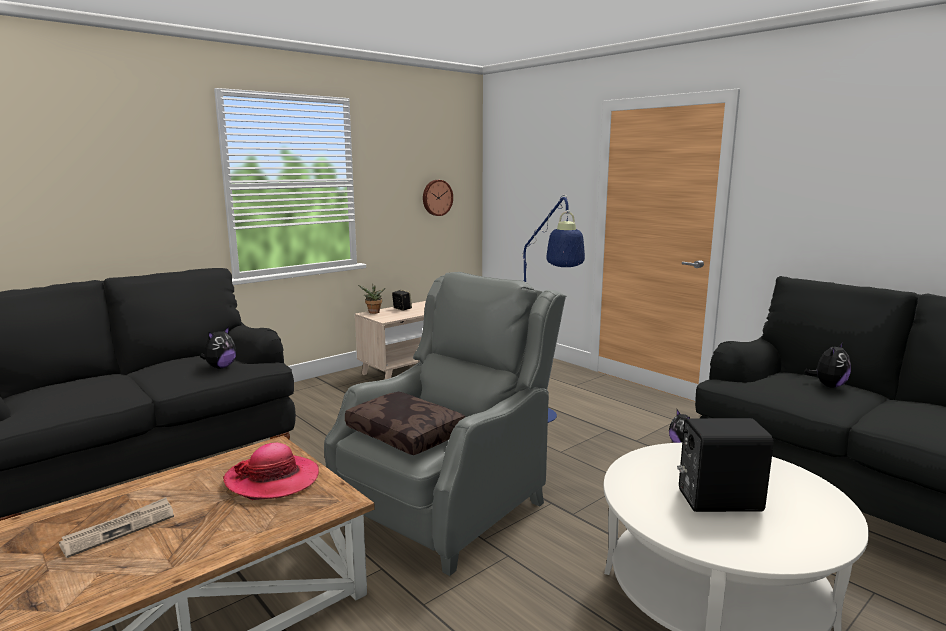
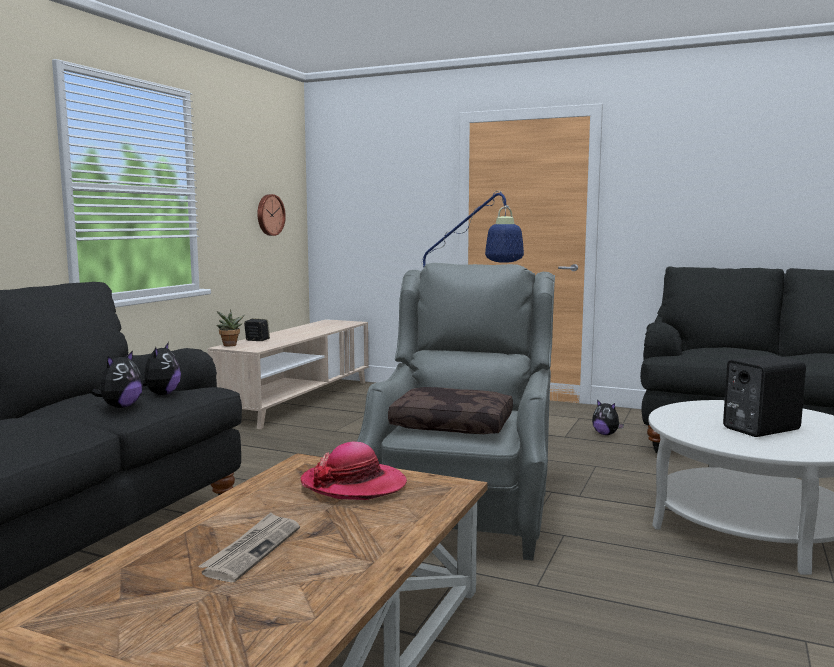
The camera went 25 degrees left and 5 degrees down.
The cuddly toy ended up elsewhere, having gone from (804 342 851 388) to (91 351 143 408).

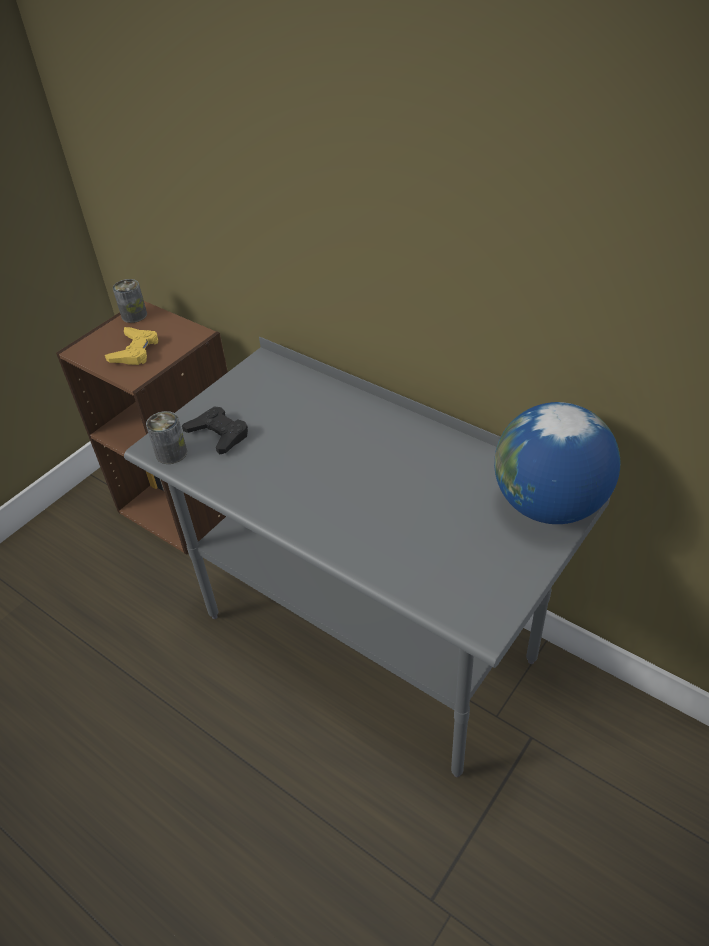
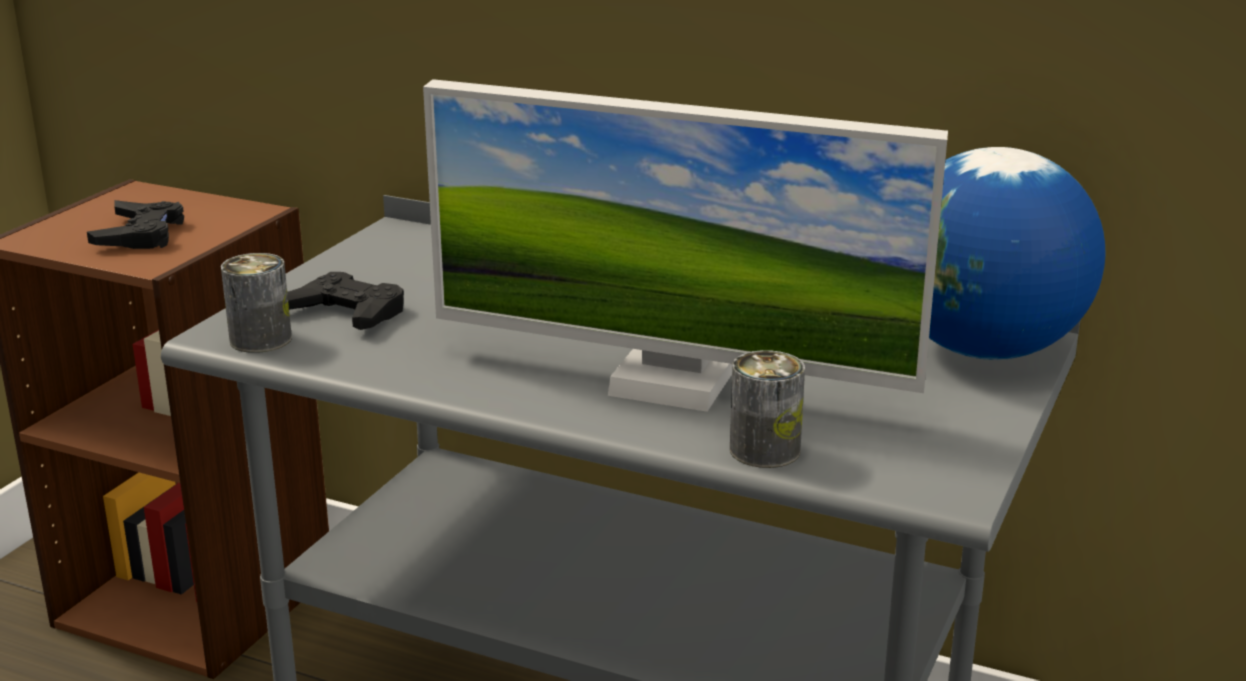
The camera went 15 degrees left and 20 degrees down.
The can ended up elsewhere, having gone from (113 279 147 323) to (730 350 805 468).
What was the joypad (yellow) at (105 327 158 365) turned into the joypad (black) at (87 200 184 249).
The second view gained the monitor at (423 79 948 412).

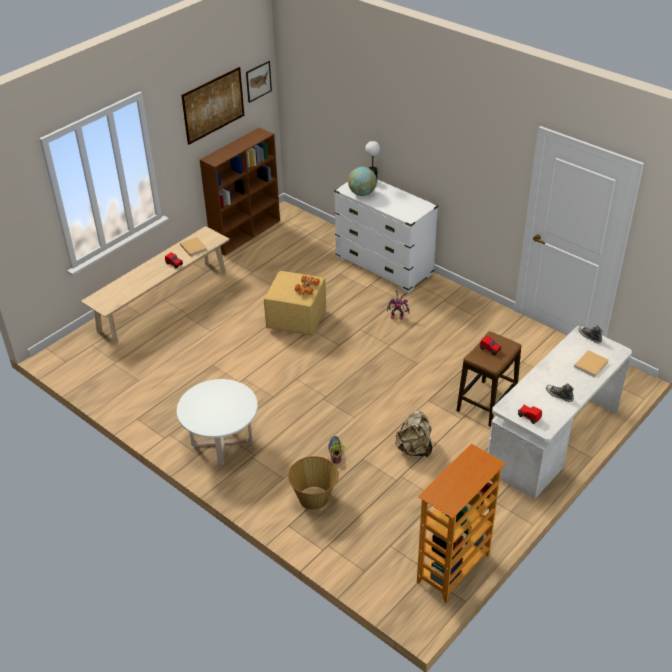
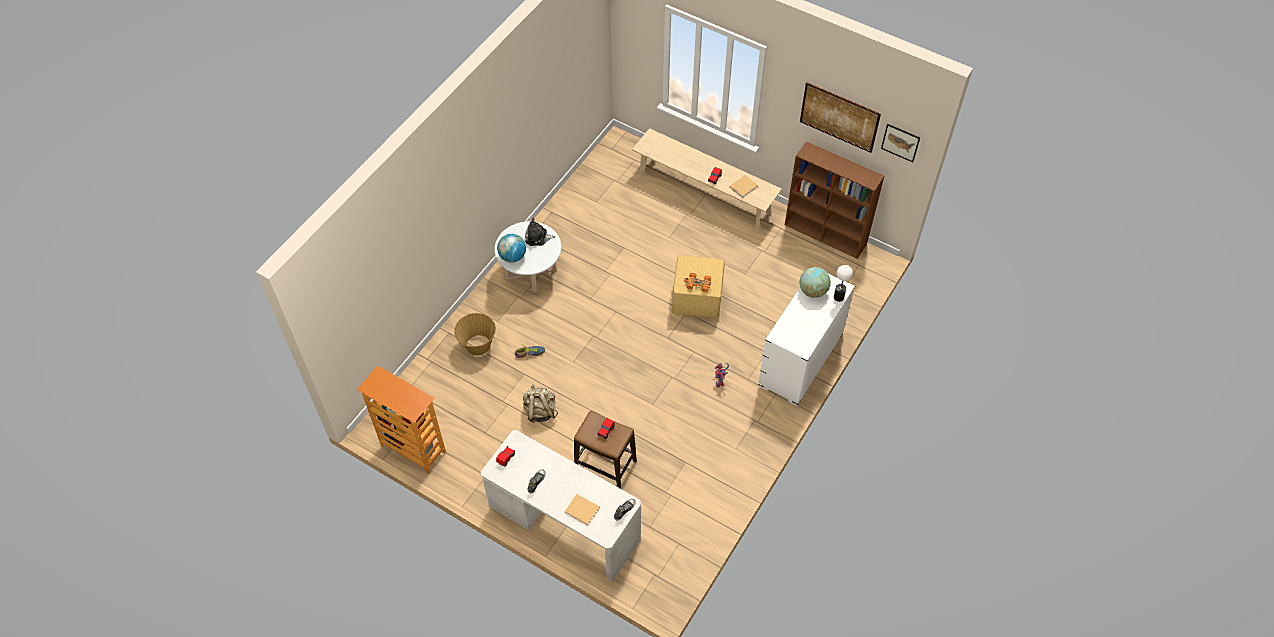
The camera went 80 degrees right and 15 degrees up.
The second view gained the cuddly toy at (525 218 555 246).
The second view gained the world globe at (497 234 526 263).

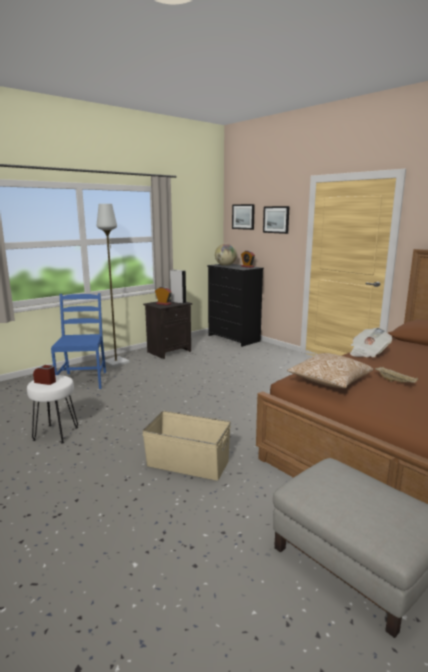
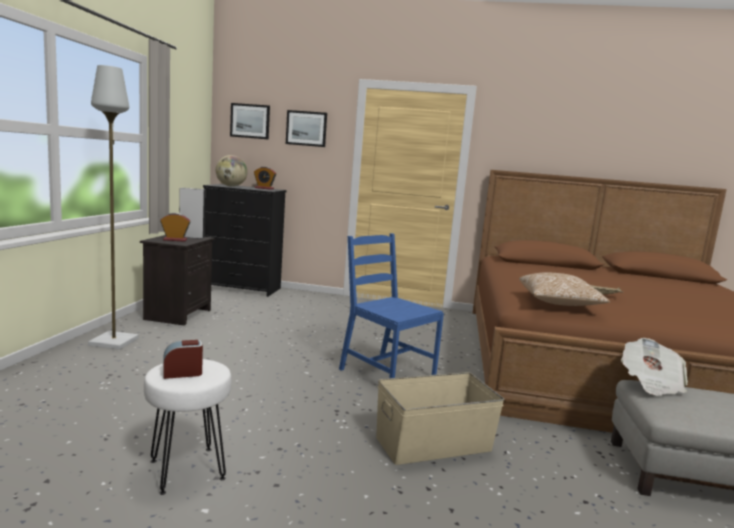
The camera went 40 degrees left and 5 degrees down.
The chair (bluish) ended up elsewhere, having gone from (51 293 106 389) to (339 233 444 378).
The printed paper ended up elsewhere, having gone from (350 328 392 358) to (621 338 688 396).

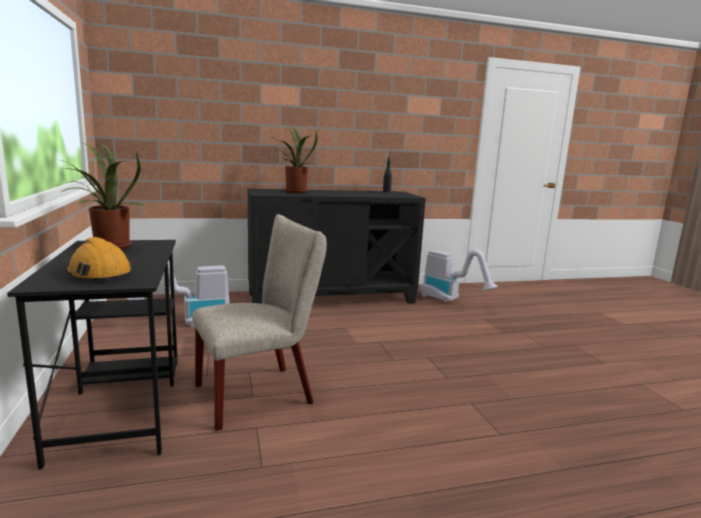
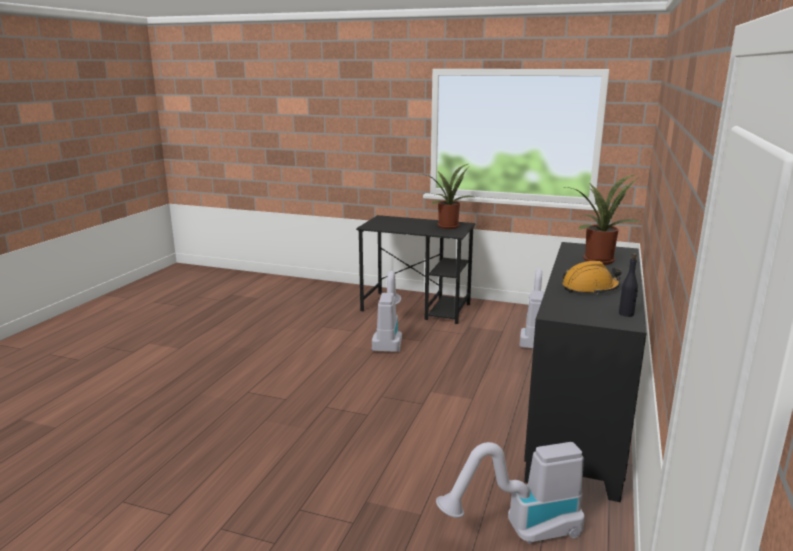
The camera went 125 degrees right and 5 degrees up.
Where the chair (beige-coloured) stood at (192 214 327 431), the vacuum cleaner came to stand at (372 270 402 352).
The safety helmet (orange-coloured) ended up elsewhere, having gone from (65 237 132 283) to (562 261 622 295).

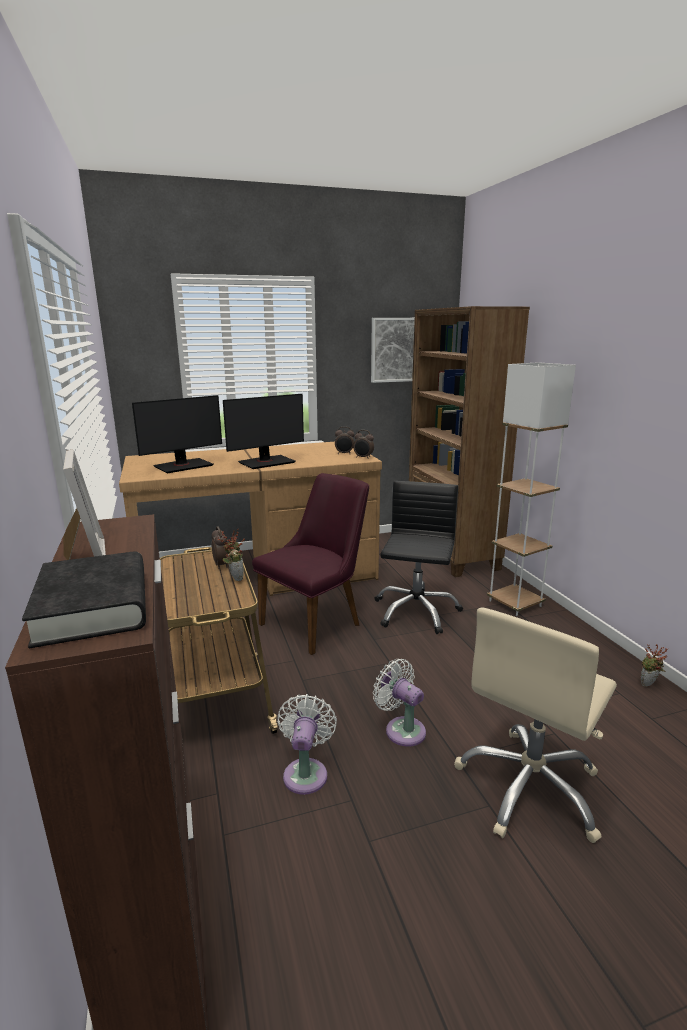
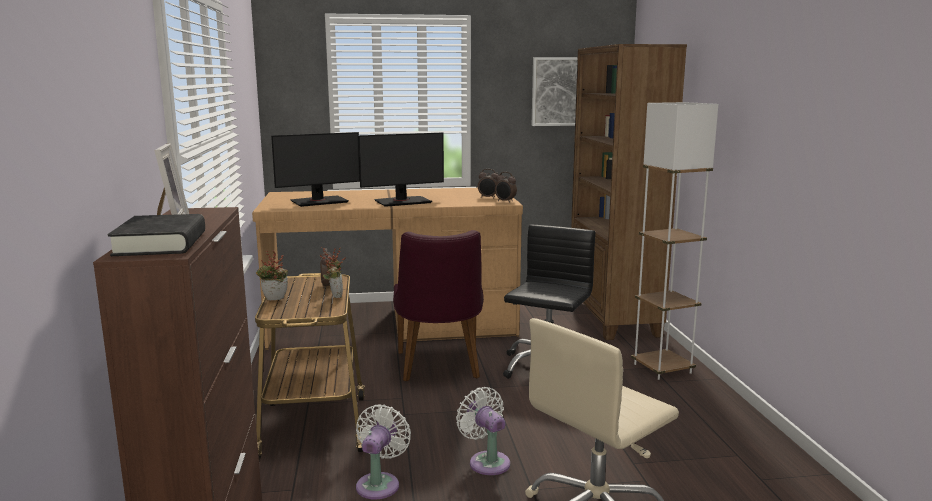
The camera went 10 degrees right and 5 degrees down.
The chair (purplish) at (252 473 369 655) ended up facing another way, 120 degrees clockwise from before.
The houseplant ended up elsewhere, having gone from (641 644 668 686) to (256 250 288 300).

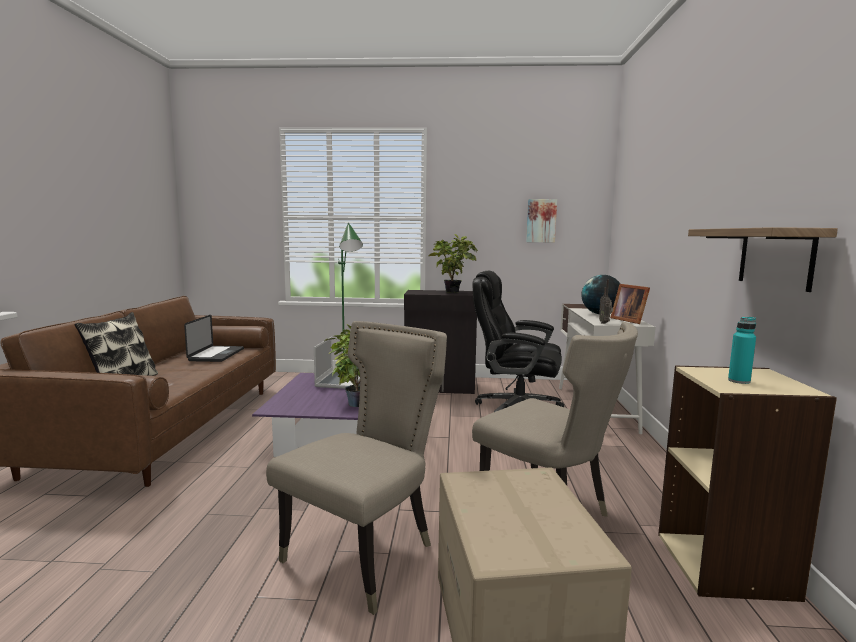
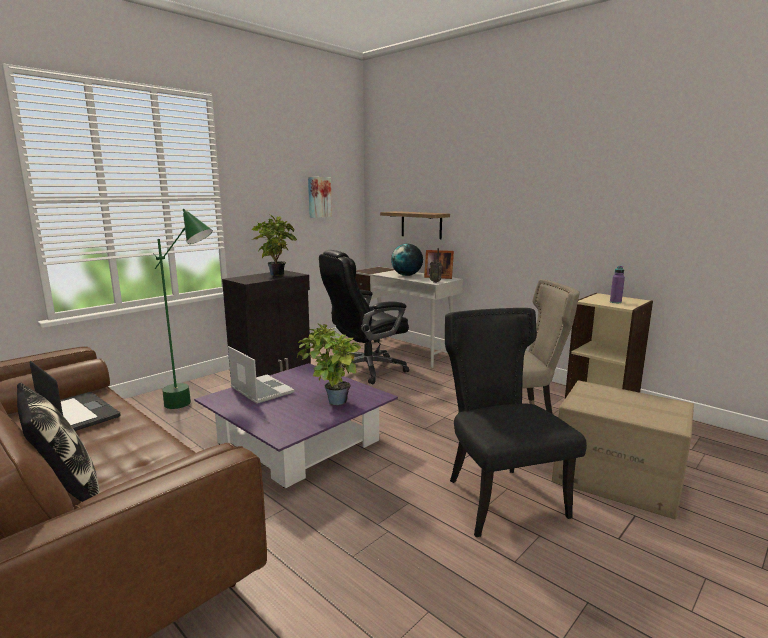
The camera went 50 degrees left and 5 degrees up.
The bracket shelf ended up elsewhere, having gone from (688 227 838 292) to (380 211 450 239).
What was the drink bottle (turquoise-coloured) at (728 317 756 384) turned into the drink bottle (purplish) at (610 266 625 303).
What was the chair (beige-coloured) at (266 321 447 615) turned into the chair (black) at (445 308 587 537).

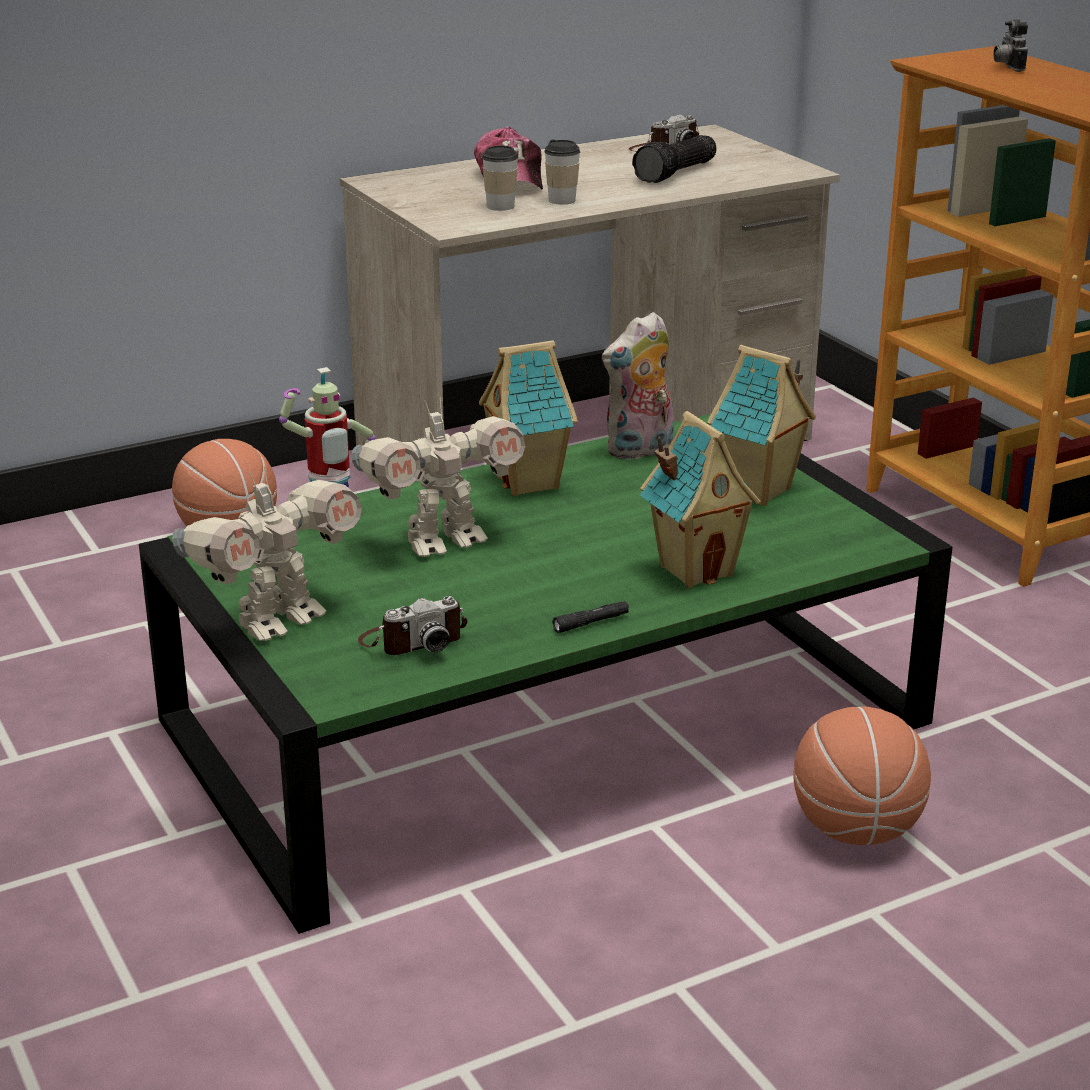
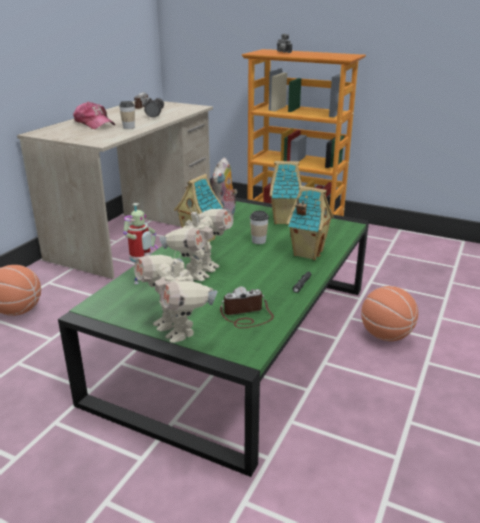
The camera went 35 degrees left and 0 degrees up.
The small cup ended up elsewhere, having gone from (482 146 518 211) to (250 211 269 244).
The robot figure at (172 466 362 641) ended up facing another way, 135 degrees clockwise from before.
The still camera at (358 596 467 655) ended up facing another way, 135 degrees counterclockwise from before.

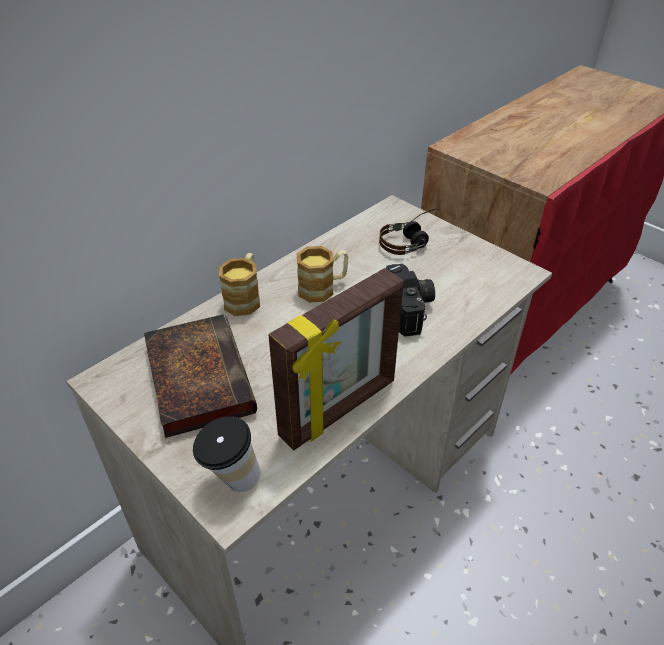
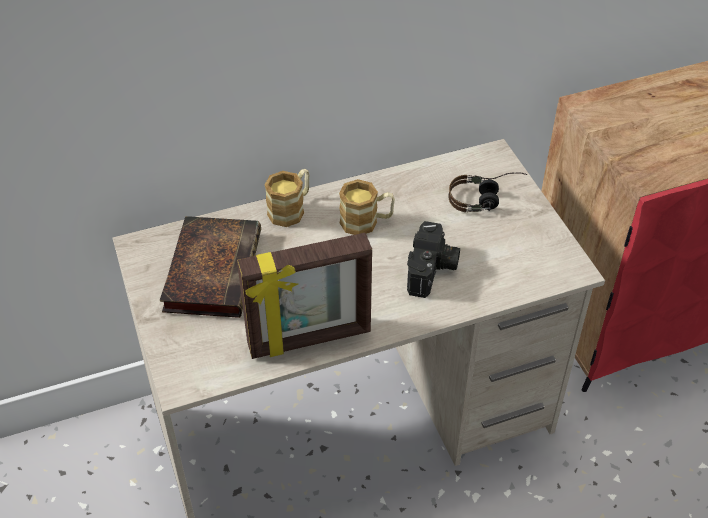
The camera went 25 degrees right and 5 degrees up.
The second view lost the small cup at (193 417 260 492).

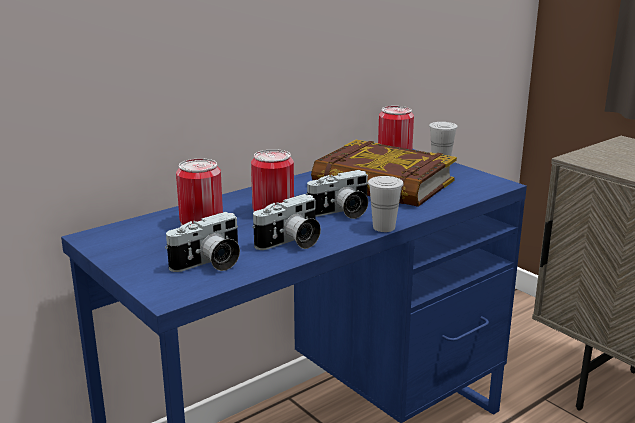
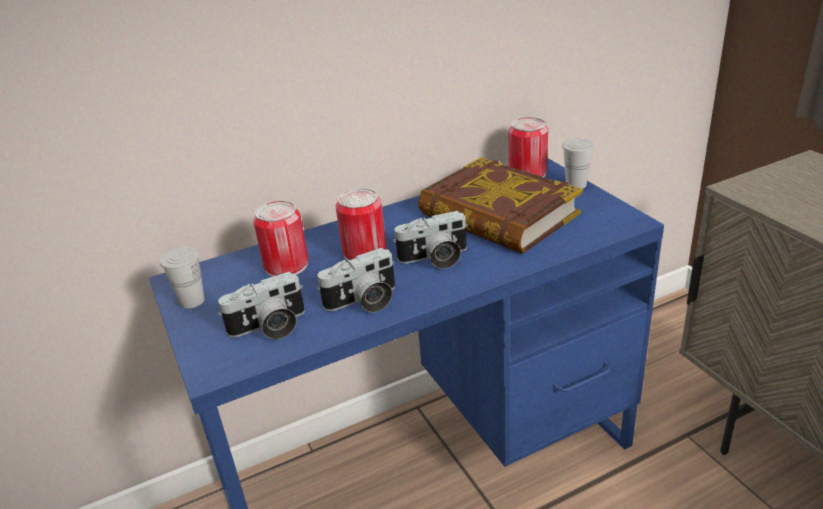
The camera went 15 degrees right and 10 degrees up.
The small cup (whitish) ended up elsewhere, having gone from (368 176 404 232) to (159 247 205 309).

